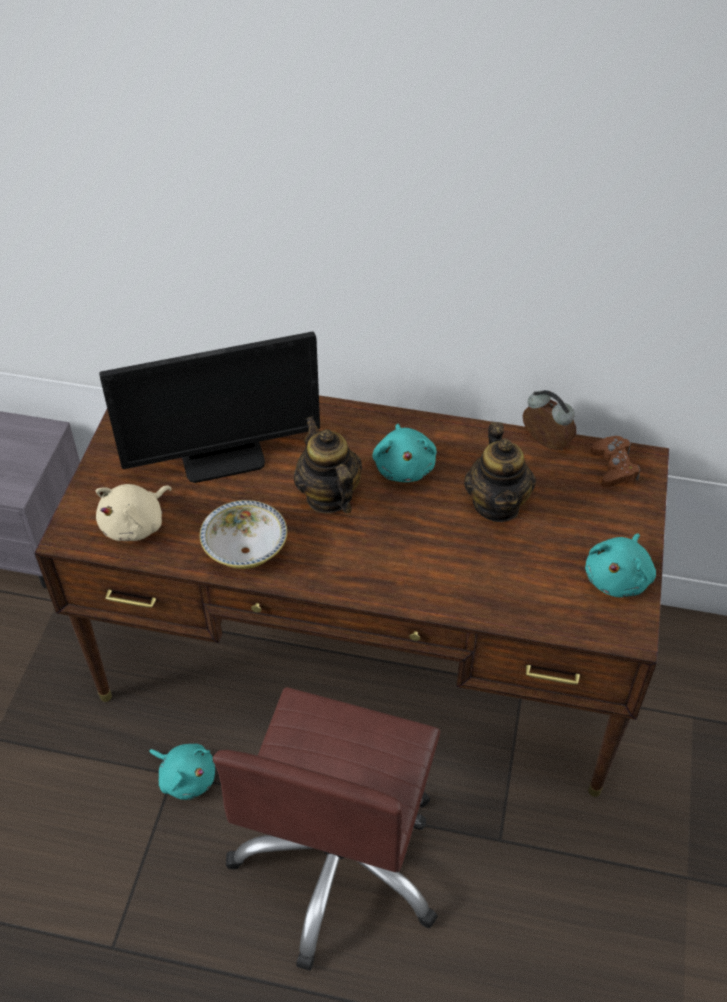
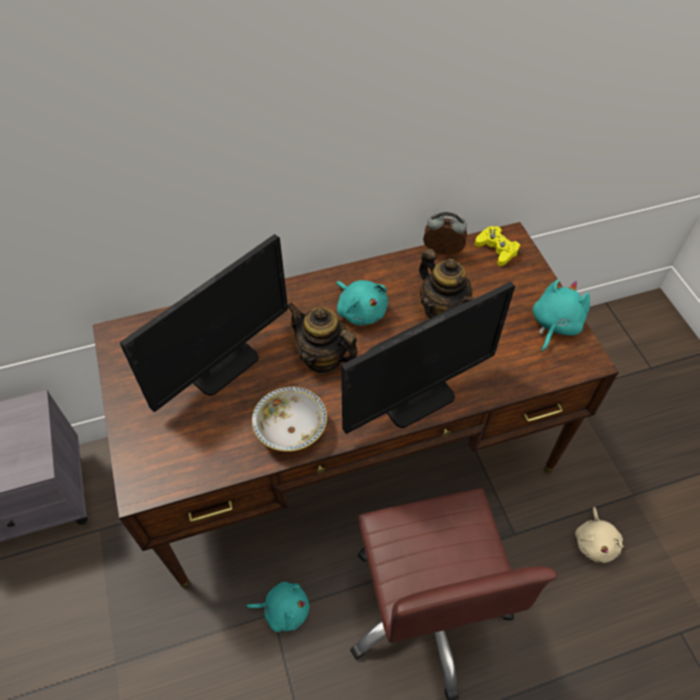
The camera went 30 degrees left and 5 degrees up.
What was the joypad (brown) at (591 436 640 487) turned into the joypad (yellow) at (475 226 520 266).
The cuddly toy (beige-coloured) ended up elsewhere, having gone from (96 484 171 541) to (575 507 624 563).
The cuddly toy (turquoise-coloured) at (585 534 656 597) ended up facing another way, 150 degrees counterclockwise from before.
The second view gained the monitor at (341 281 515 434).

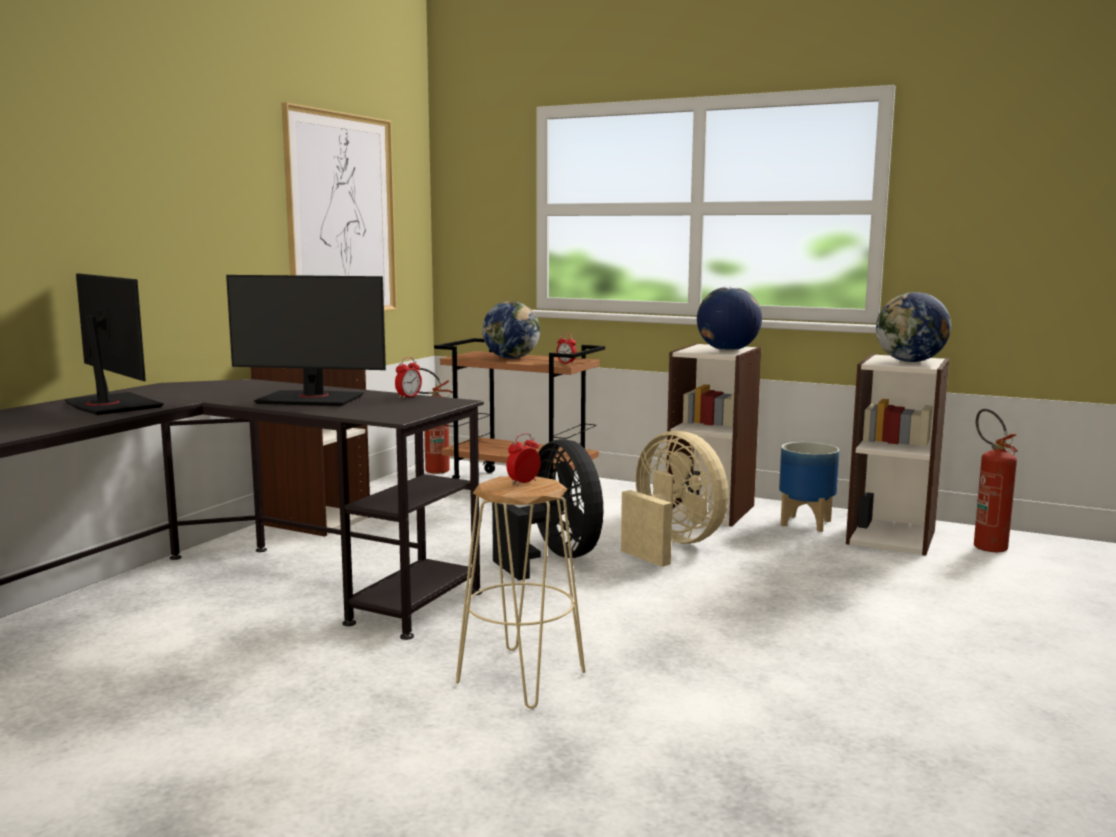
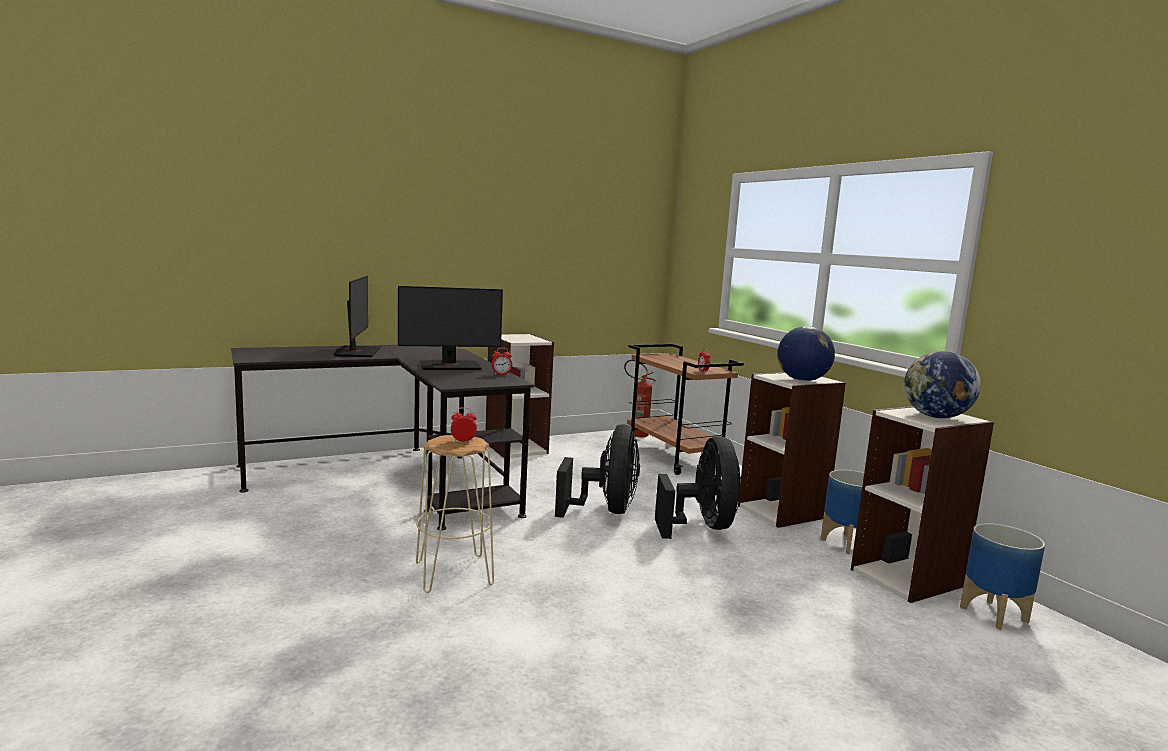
The camera went 35 degrees right and 0 degrees up.
The second view lost the wall art at (282 102 397 311).
The monitor at (226 275 386 406) ended up facing another way, 60 degrees counterclockwise from before.
The second view lost the world globe at (482 301 540 359).
Where the fire-fighting cylinder stood at (974 409 1018 552), the planter came to stand at (960 523 1045 630).
What was the electric fan (beige-coloured) at (621 431 729 567) turned into the electric fan (black) at (655 436 741 539).

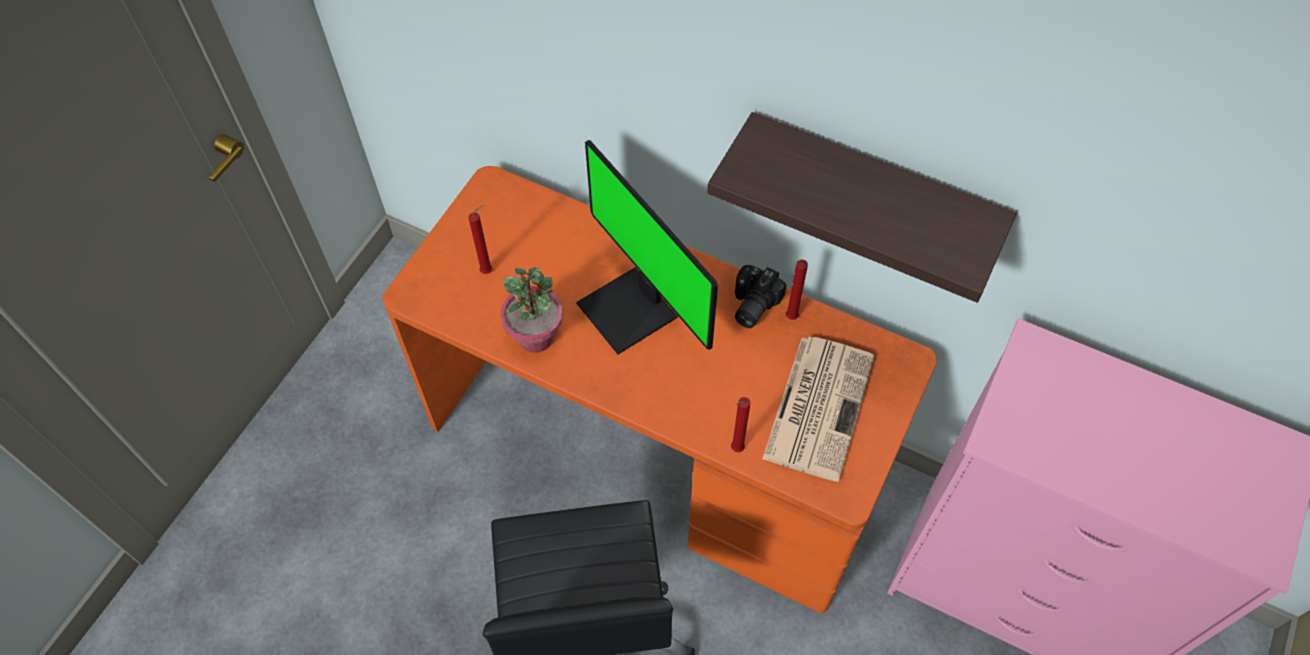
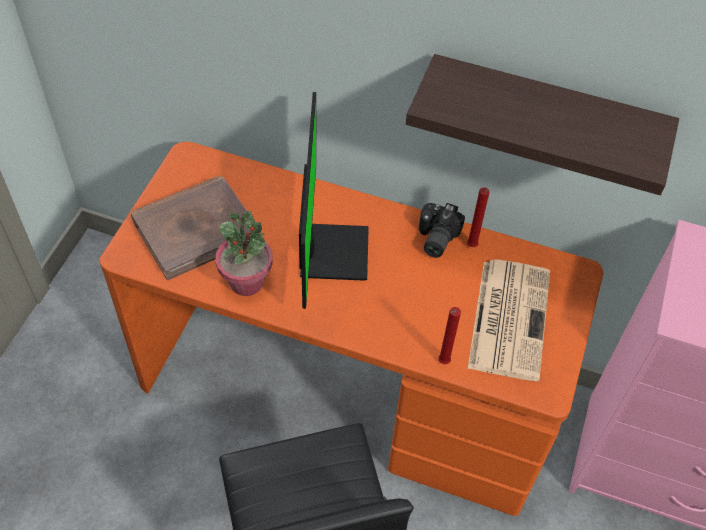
The camera went 10 degrees left and 5 degrees down.
The monitor at (576 140 718 354) ended up facing another way, 135 degrees counterclockwise from before.
Where the candle (red) stood at (468 205 492 274), the bound book (brown) came to stand at (131 176 252 280).

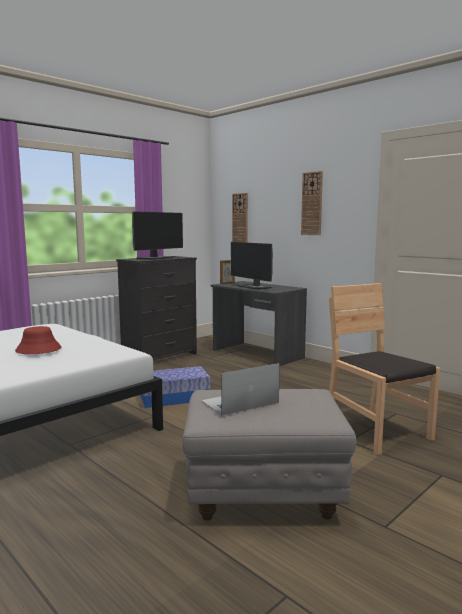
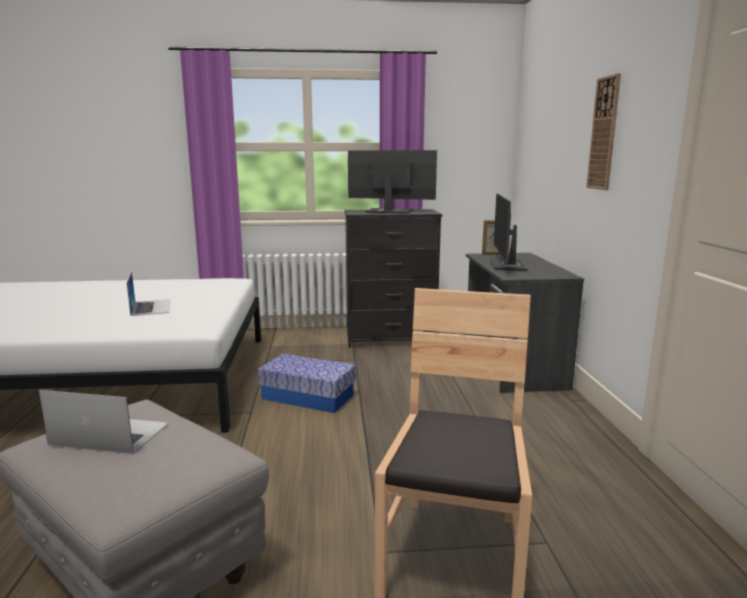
The camera went 40 degrees right and 5 degrees up.
The second view lost the clock on the wall at (232 193 248 243).
The monitor at (132 211 183 260) ended up facing another way, 150 degrees counterclockwise from before.
Where the clothing hat (red) stood at (15 326 61 354), the notebook computer came to stand at (127 272 170 316).

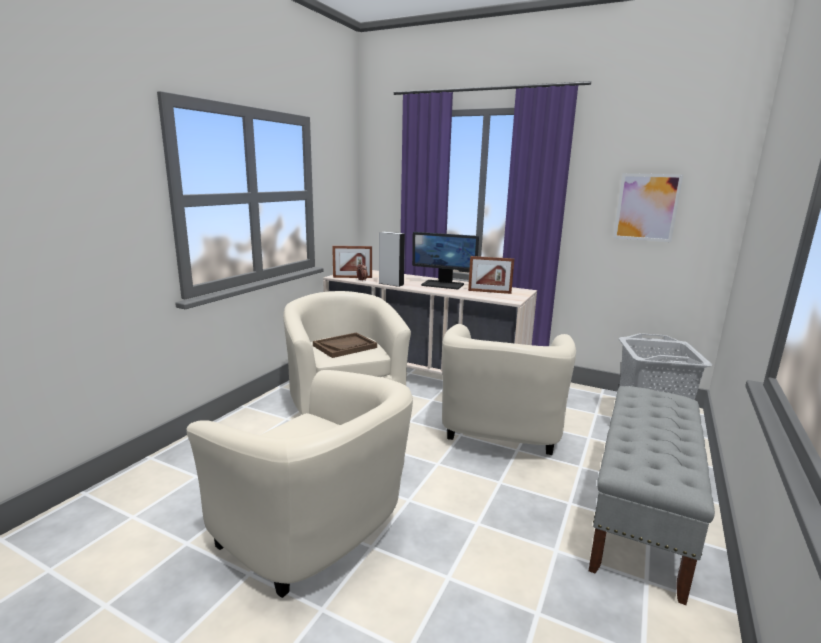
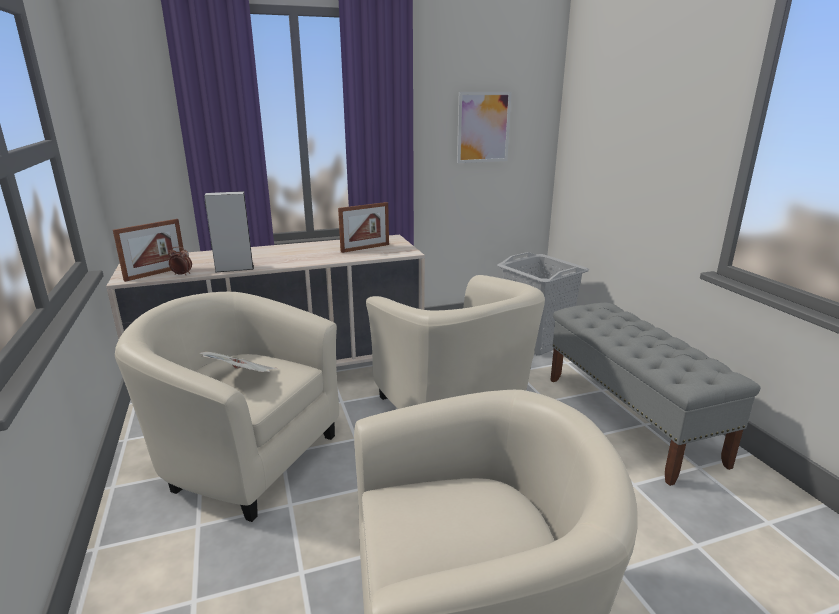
The camera went 45 degrees left and 5 degrees up.
The second view lost the monitor at (412 232 479 289).
Where the serving tray (brown) stood at (313 332 377 358), the printed paper came to stand at (199 351 278 372).

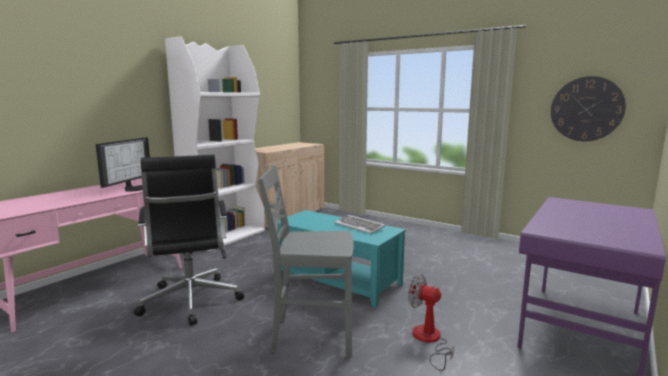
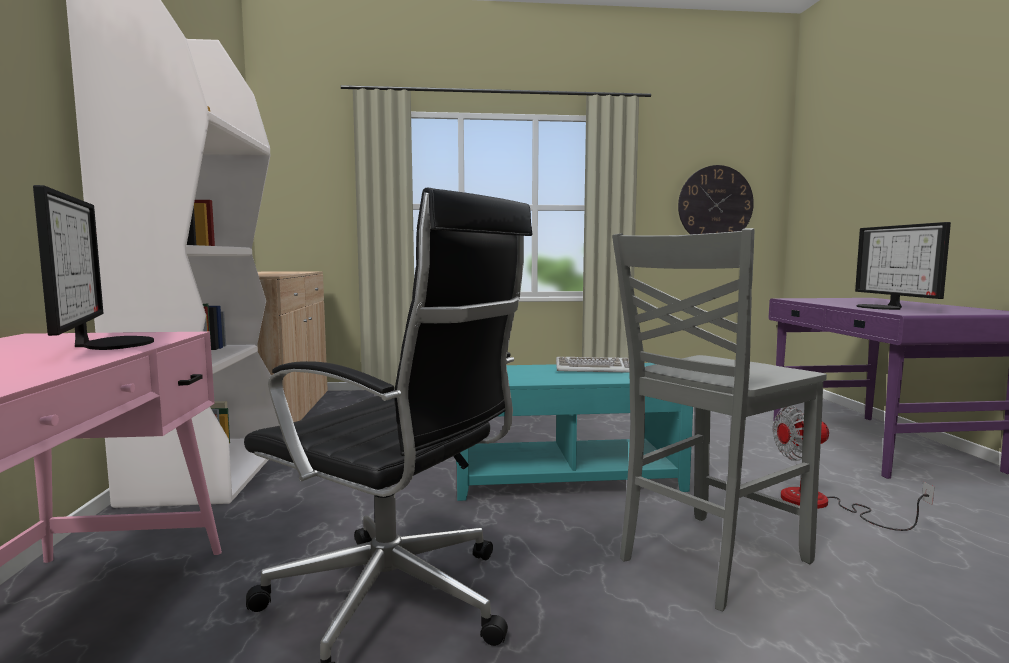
The camera went 40 degrees left and 5 degrees down.
The second view gained the monitor at (855 222 951 310).

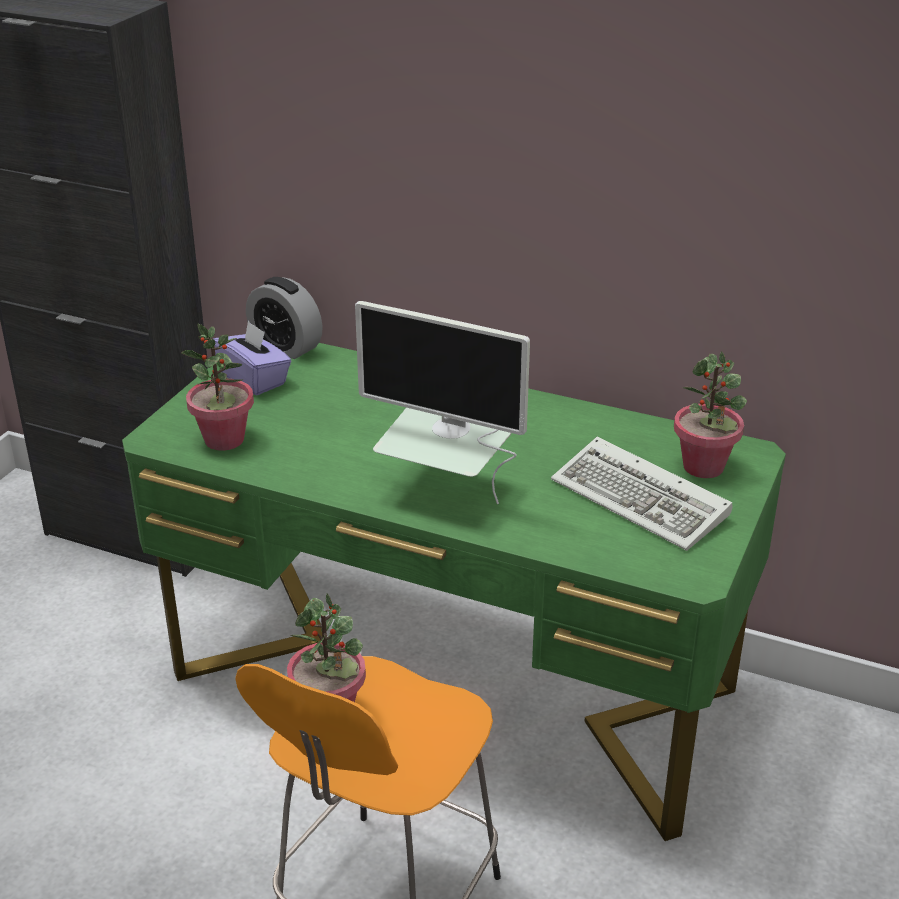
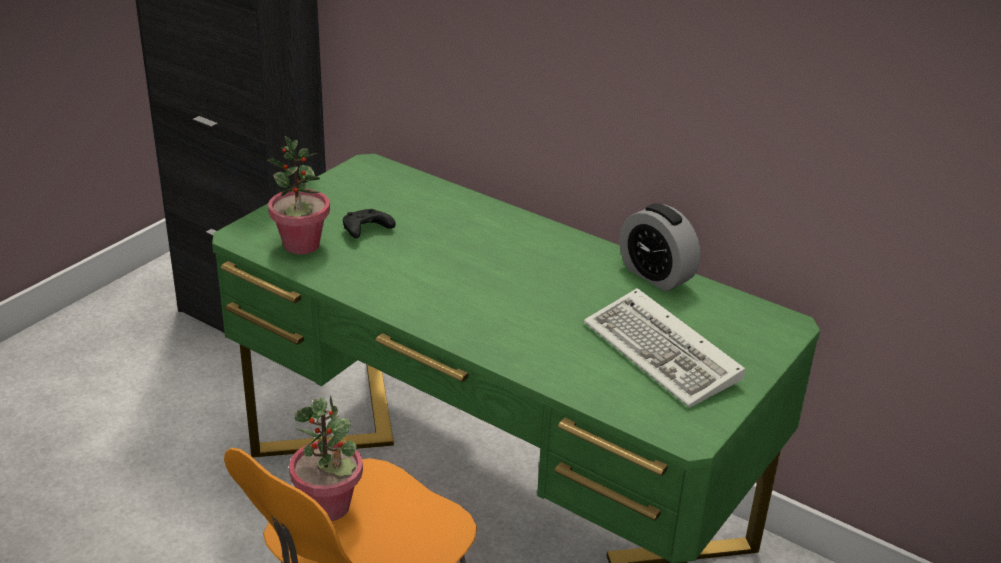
The camera went 10 degrees right and 0 degrees up.
The alarm clock ended up elsewhere, having gone from (246 277 323 359) to (620 203 701 291).
The second view lost the monitor at (355 301 530 504).
The second view lost the box of tissues (purplish) at (213 321 291 395).
The second view lost the houseplant at (674 351 747 478).
The second view gained the joypad (black) at (343 209 396 238).

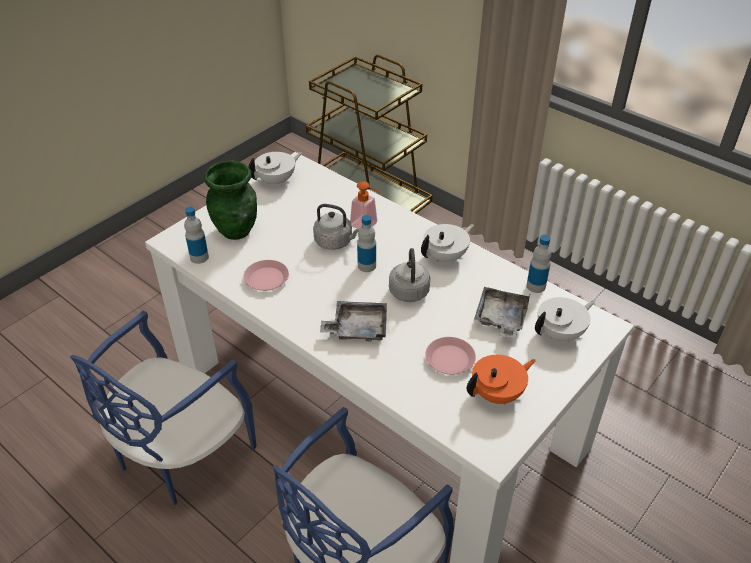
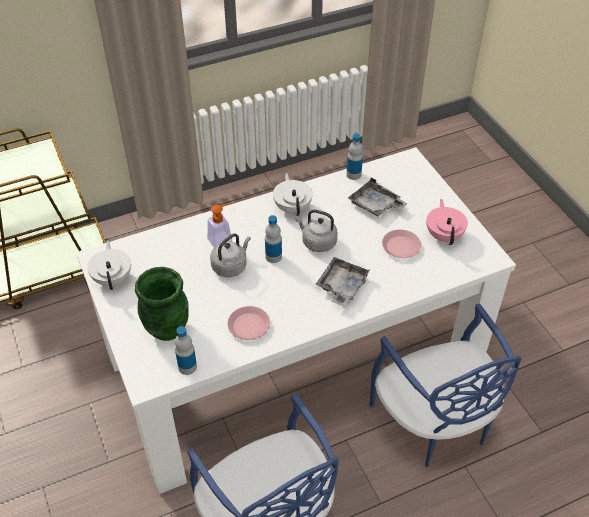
The camera went 65 degrees left and 5 degrees up.
The second view lost the pot for tea (whitish) at (535 297 595 343).
What was the pot for tea (orange-coloured) at (467 355 536 405) turned into the pot for tea (pink) at (426 199 468 245).

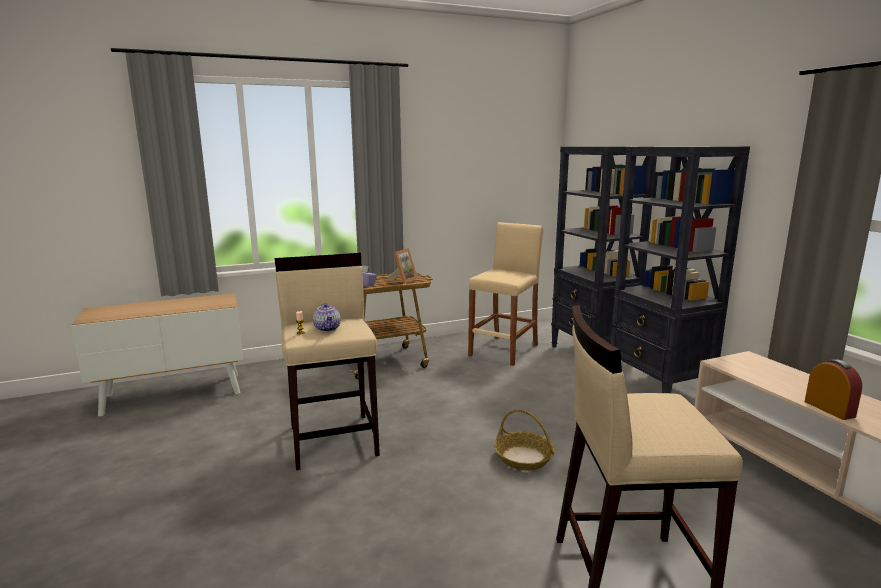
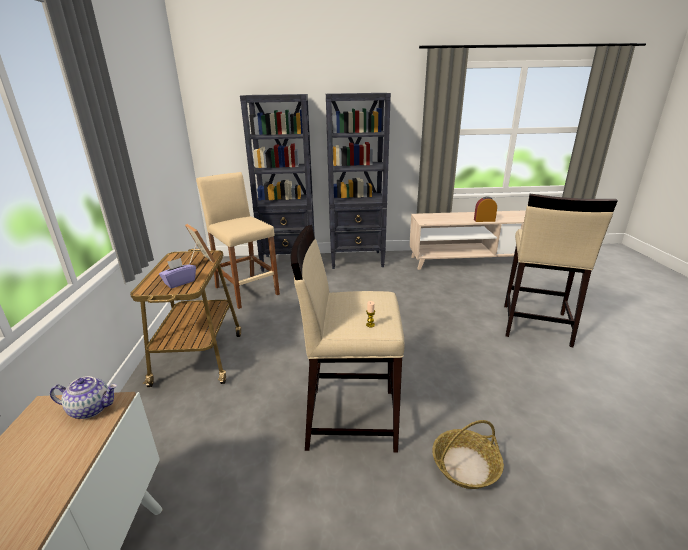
The camera went 70 degrees left and 10 degrees up.
The pot for tea ended up elsewhere, having gone from (313 303 341 332) to (50 376 117 419).
The storage basket ended up elsewhere, having gone from (494 409 555 471) to (432 420 504 489).

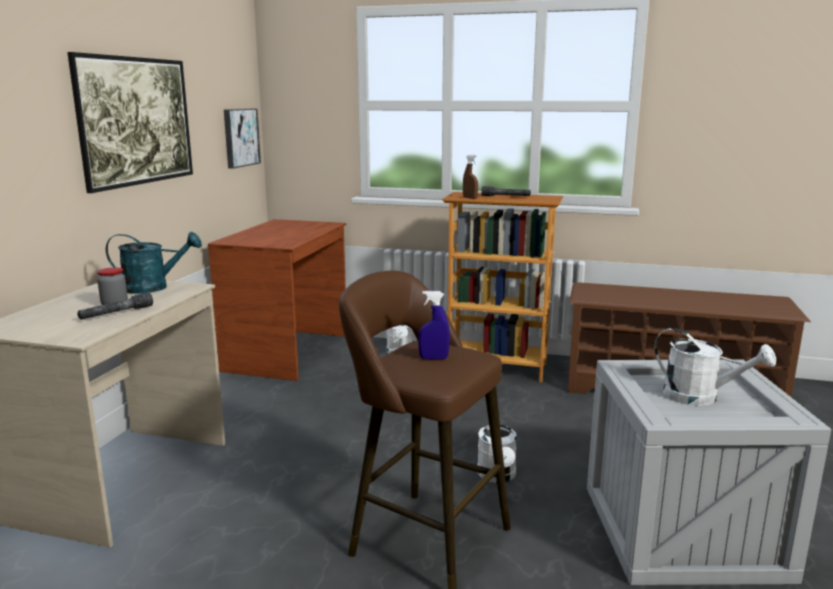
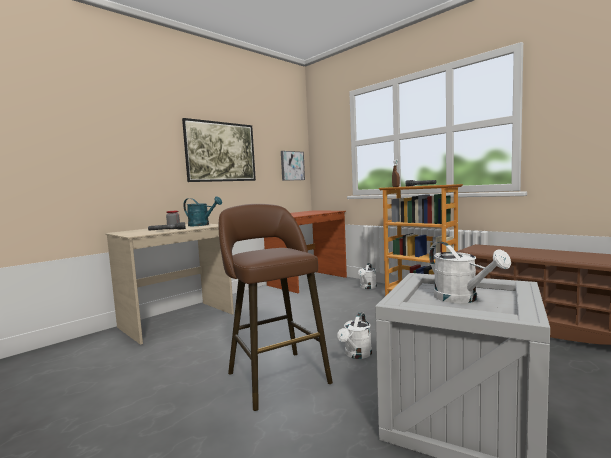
The camera went 30 degrees right and 10 degrees down.
The second view lost the spray bottle (bluish) at (418 291 450 359).

